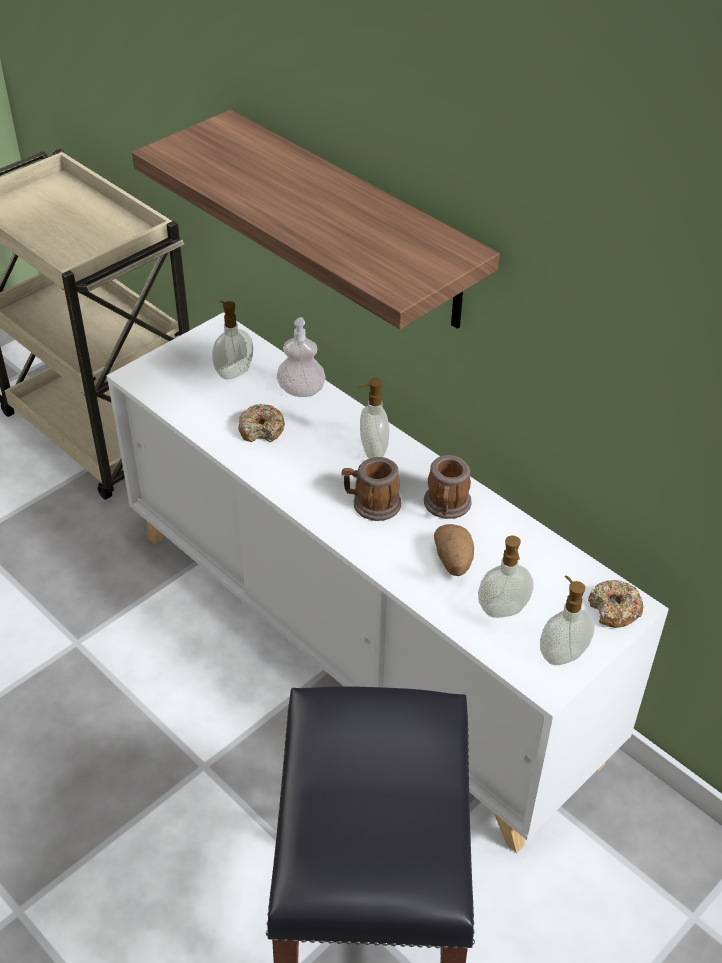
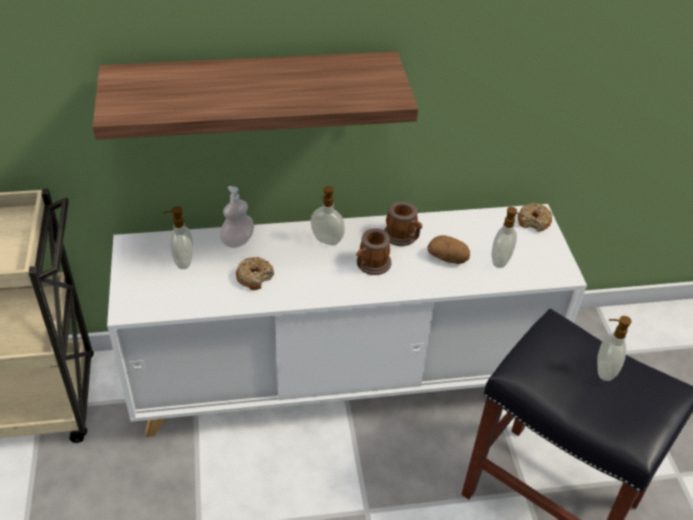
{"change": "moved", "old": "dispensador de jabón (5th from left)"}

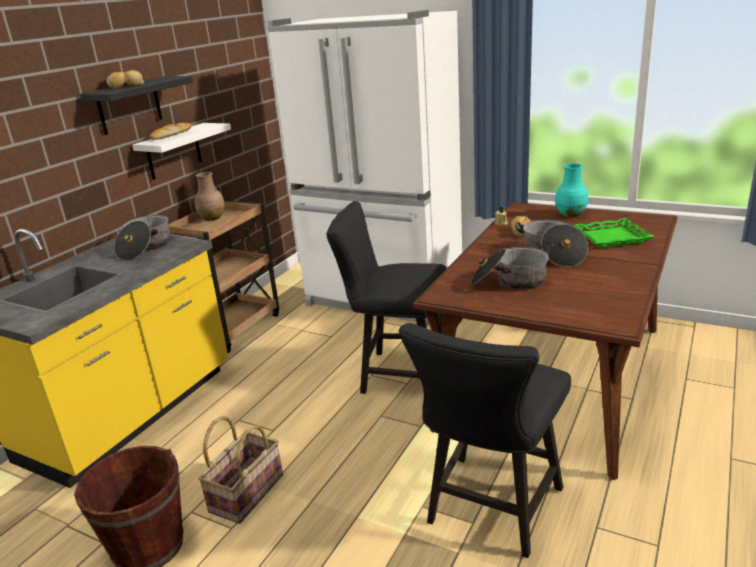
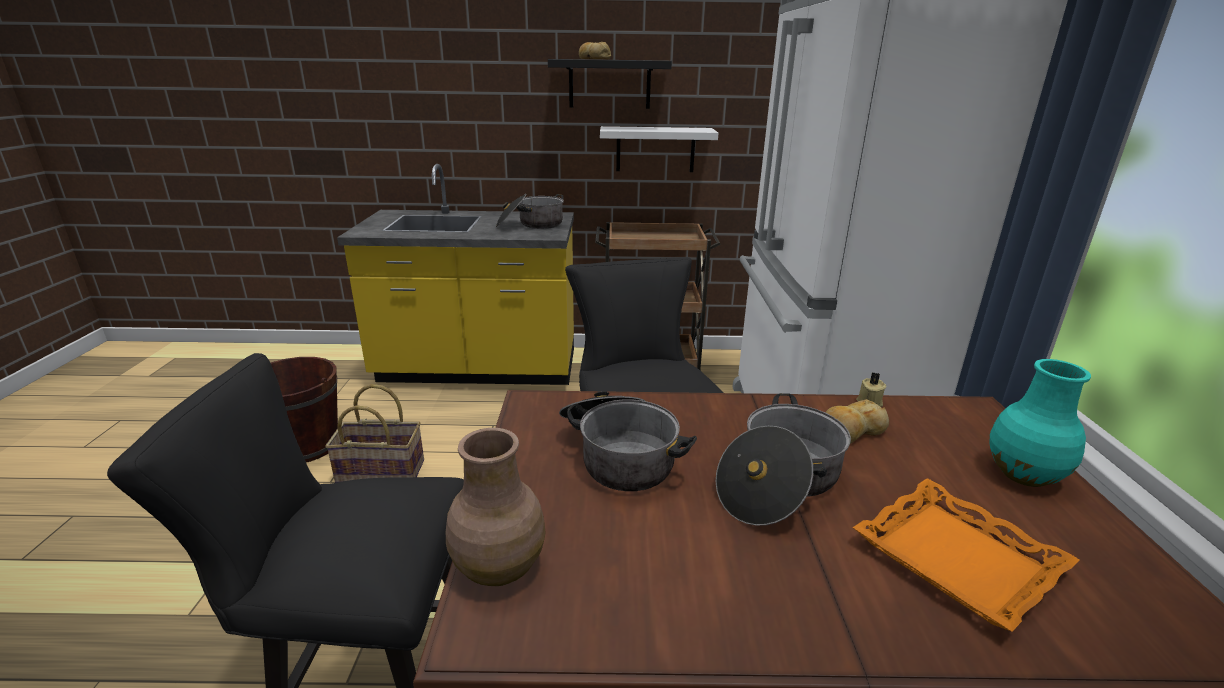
{"change": "moved", "old": "florero (marrón)"}
{"change": "recoloured", "old": "bandeja (verde)", "new": "bandeja (naranja)"}
{"change": "removed", "old": "pan (2nd from left)"}

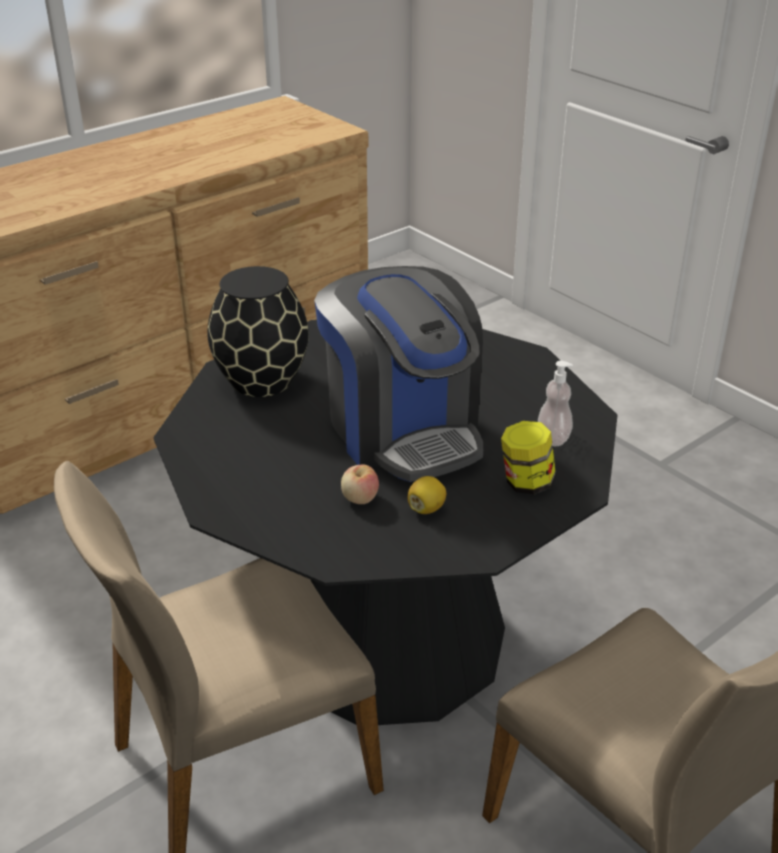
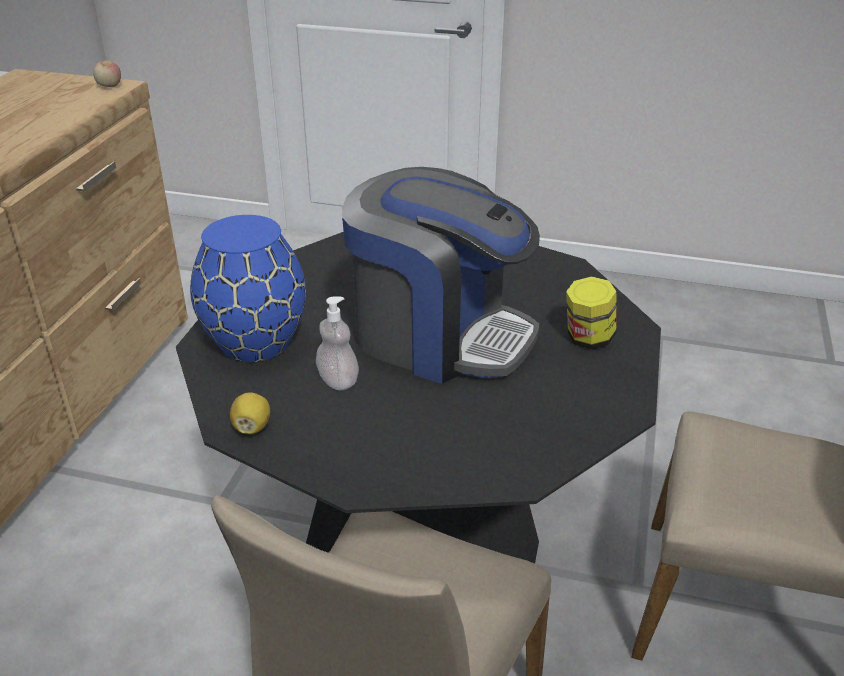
{"change": "moved", "old": "manzana"}
{"change": "recoloured", "old": "florero (negro)", "new": "florero (azul)"}
{"change": "moved", "old": "limón"}
{"change": "moved", "old": "dispensador de jabón"}

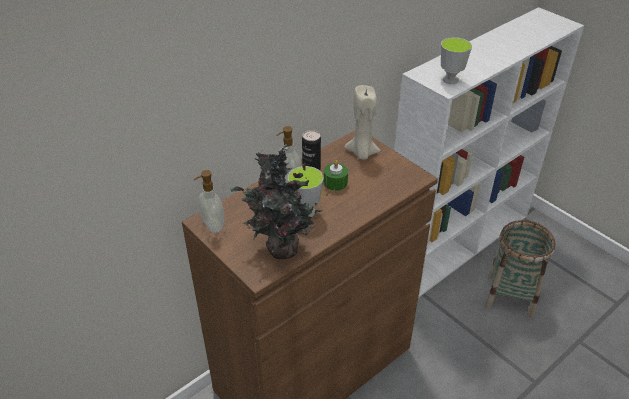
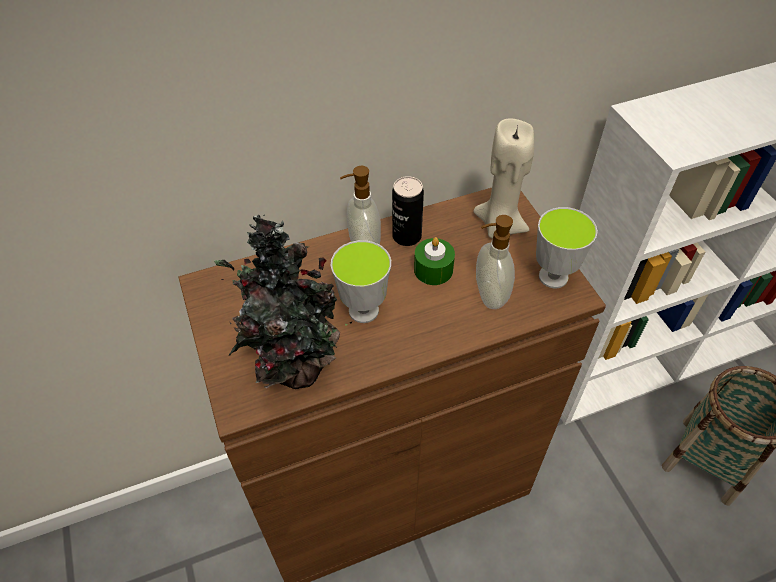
{"change": "moved", "old": "dispensador de jabón (1st from left in the first image)", "new": "dispensador de jabón (2nd from left)"}
{"change": "moved", "old": "taza (2nd from left)"}

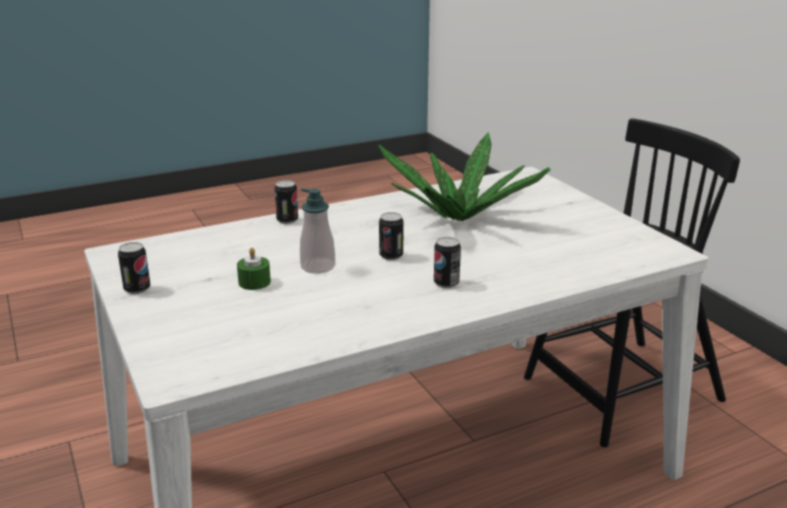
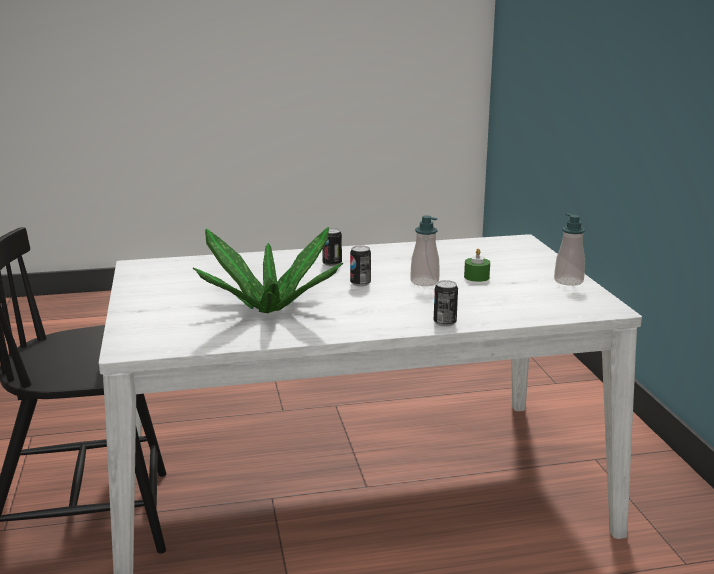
{"change": "replaced", "old": "lata (1st from left)", "new": "dispensador de jabón (2nd from left)"}

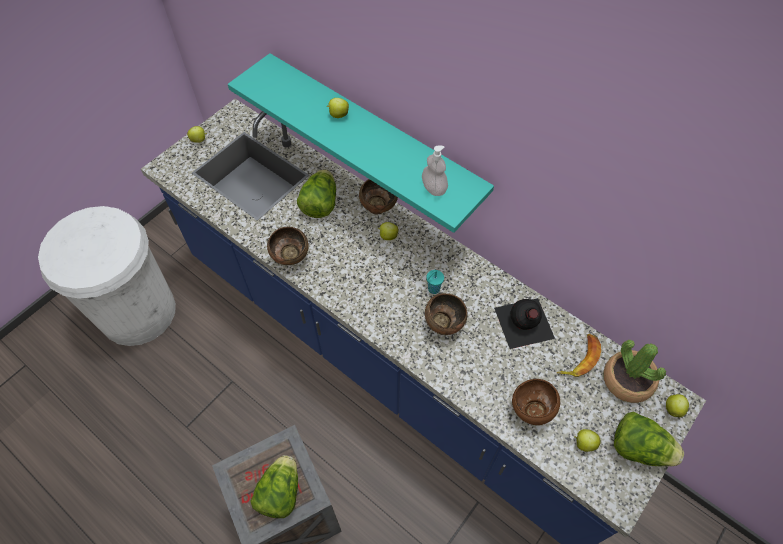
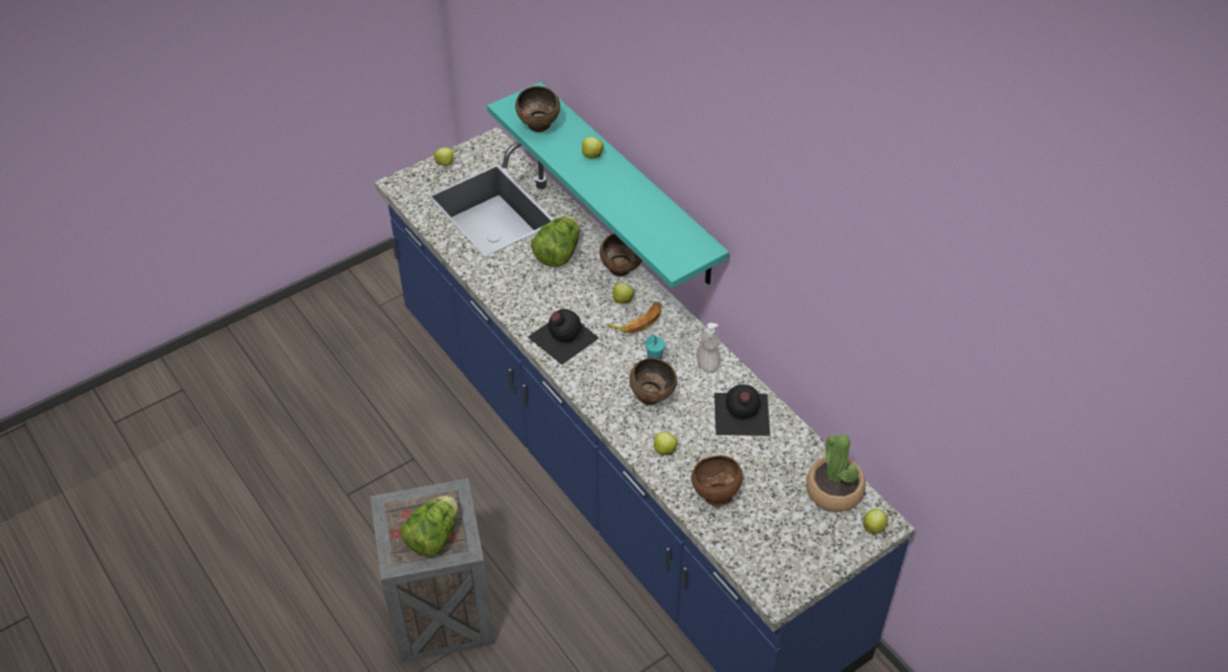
{"change": "moved", "old": "cuenco (marrón) (1st from left)"}
{"change": "added", "new": "botella (negro) (1st from left)"}
{"change": "moved", "old": "plátano"}
{"change": "moved", "old": "manzana (4th from left)"}
{"change": "moved", "old": "dispensador de jabón"}
{"change": "removed", "old": "papelera (blanco)"}
{"change": "removed", "old": "lechuga (3rd from left)"}

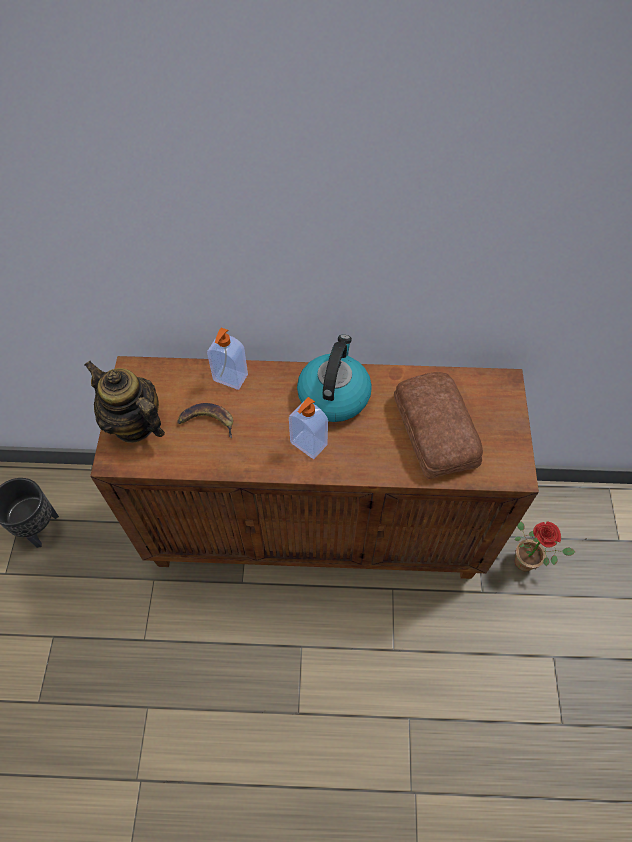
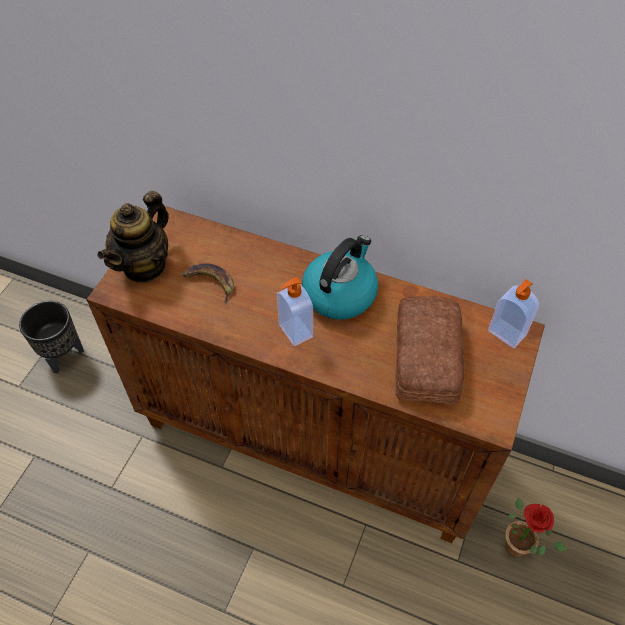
{"change": "turned", "old": "tetera", "degrees": -120}
{"change": "moved", "old": "dispensador de jabón (1st from left in the first image)", "new": "dispensador de jabón (2nd from left)"}

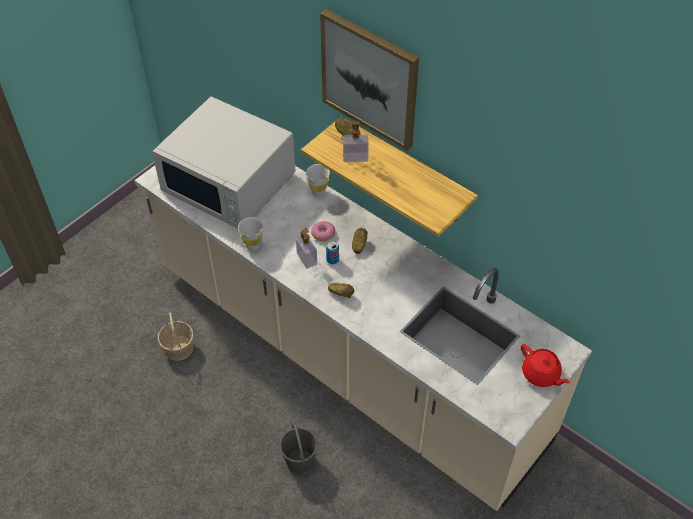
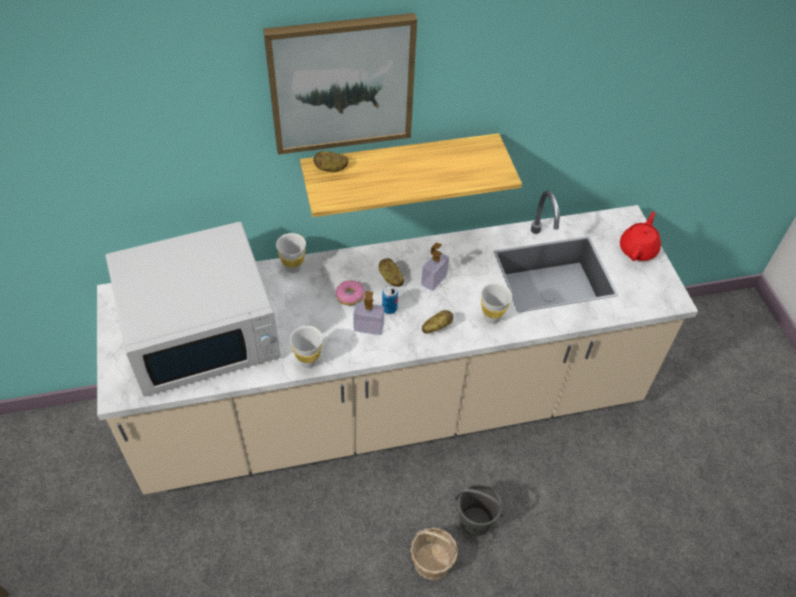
{"change": "moved", "old": "cesta"}
{"change": "moved", "old": "dispensador de jabón (2nd from left)"}
{"change": "added", "new": "taza (blanco) (3rd from left)"}
{"change": "turned", "old": "tetera (rojo)", "degrees": -60}

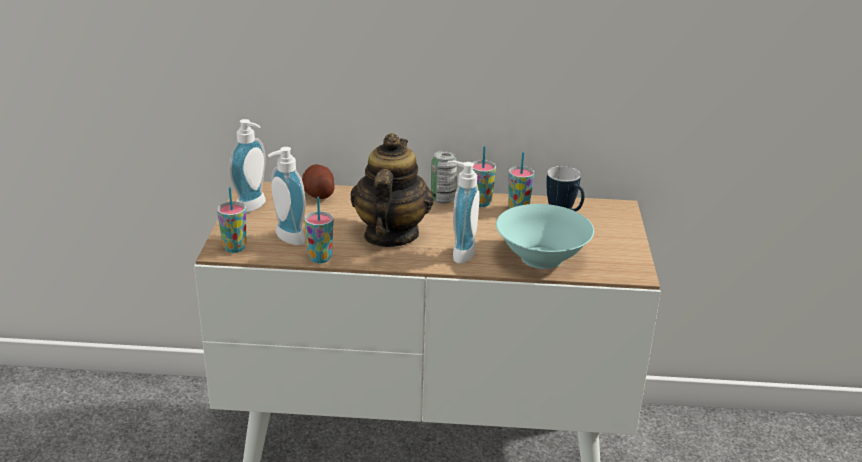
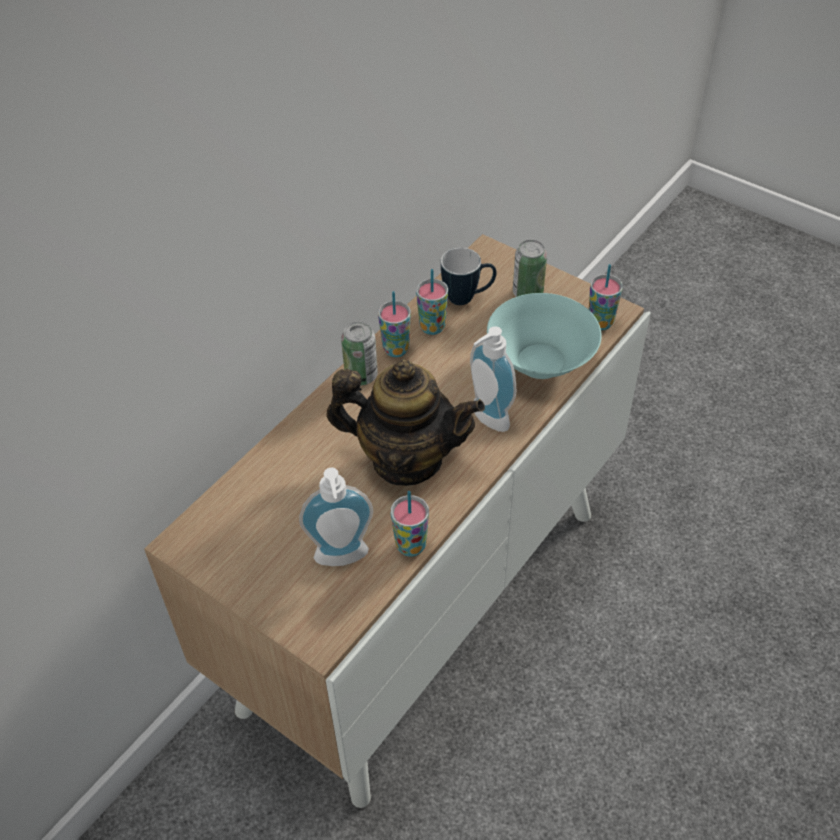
{"change": "turned", "old": "tetera", "degrees": 150}
{"change": "added", "new": "lata (2nd from left)"}
{"change": "moved", "old": "taza (1st from left in the first image)", "new": "taza (4th from left)"}
{"change": "removed", "old": "dispensador de jabón (1st from left)"}
{"change": "removed", "old": "patata"}

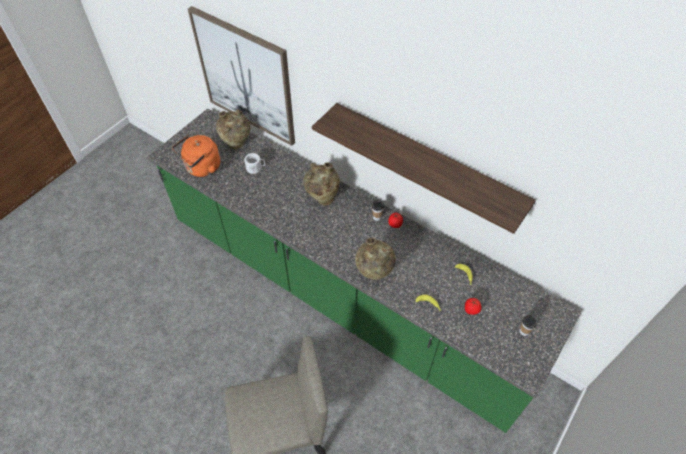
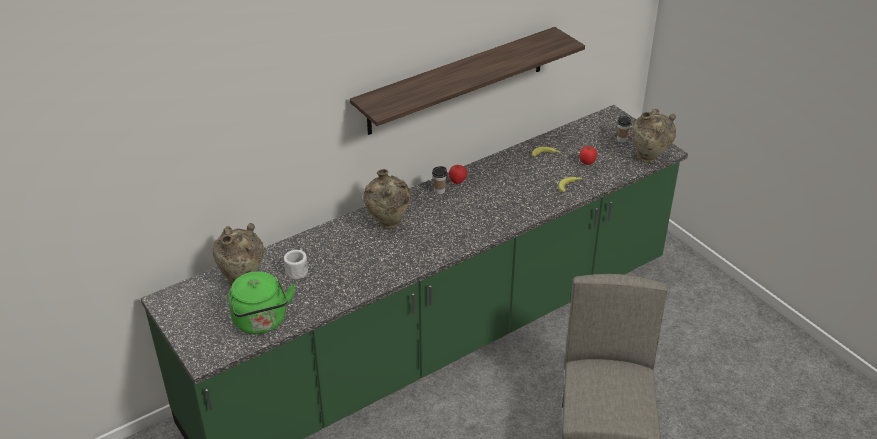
{"change": "recoloured", "old": "hervidor (naranja)", "new": "hervidor (verde)"}
{"change": "moved", "old": "florero (beis) (3rd from left)"}
{"change": "removed", "old": "cuadro"}

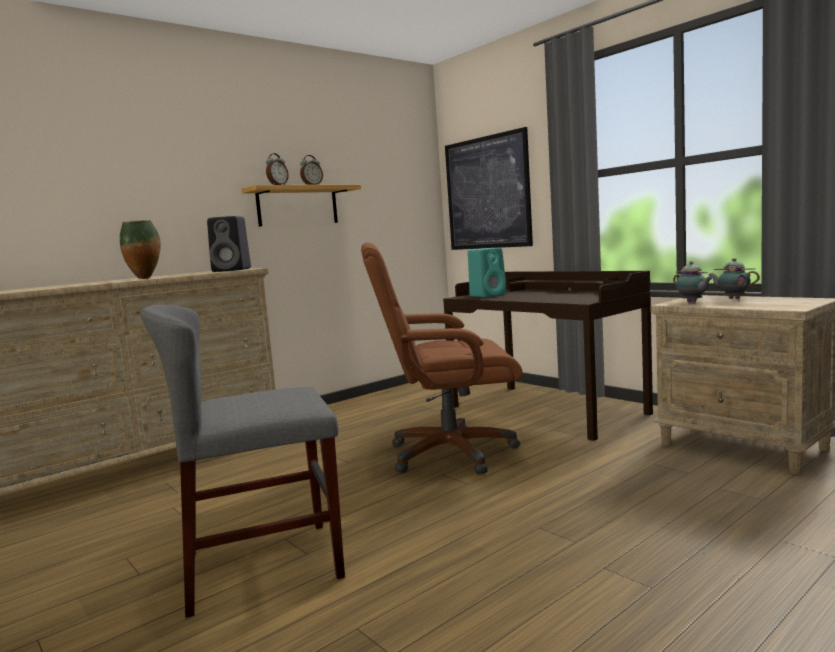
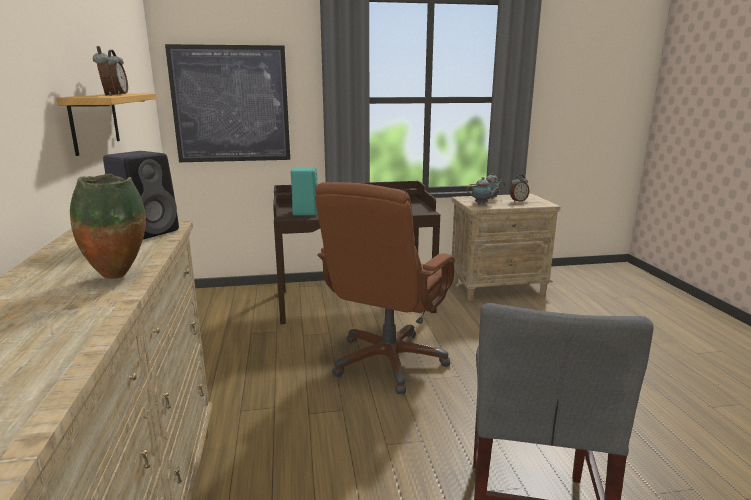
{"change": "added", "new": "despertador (3rd from left)"}

